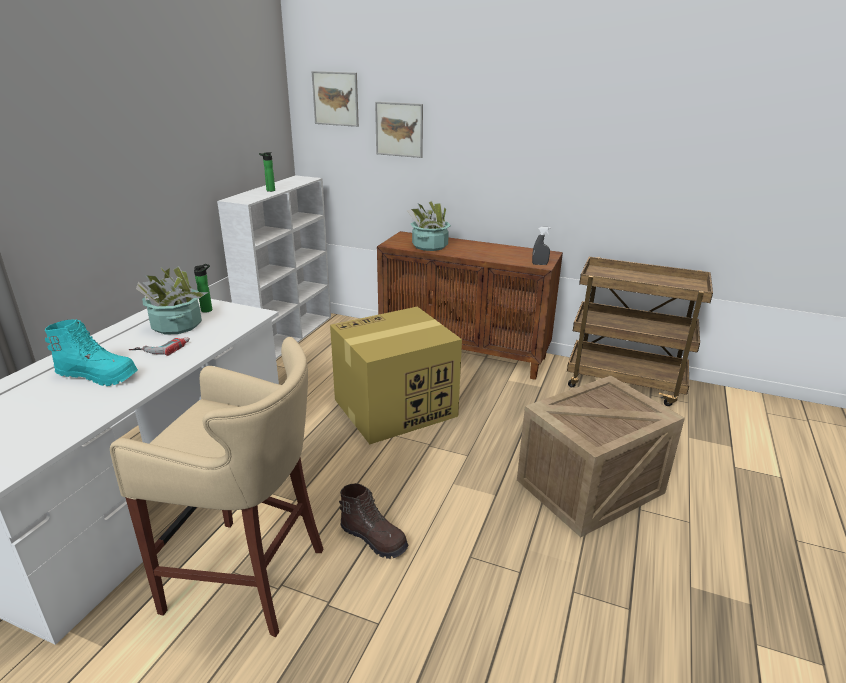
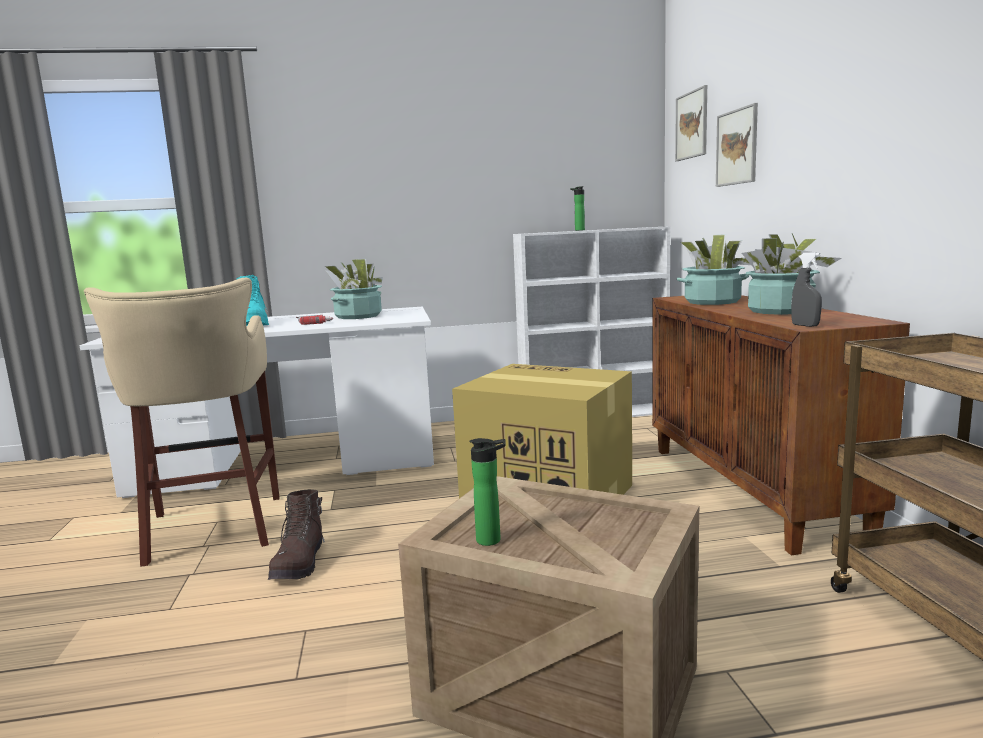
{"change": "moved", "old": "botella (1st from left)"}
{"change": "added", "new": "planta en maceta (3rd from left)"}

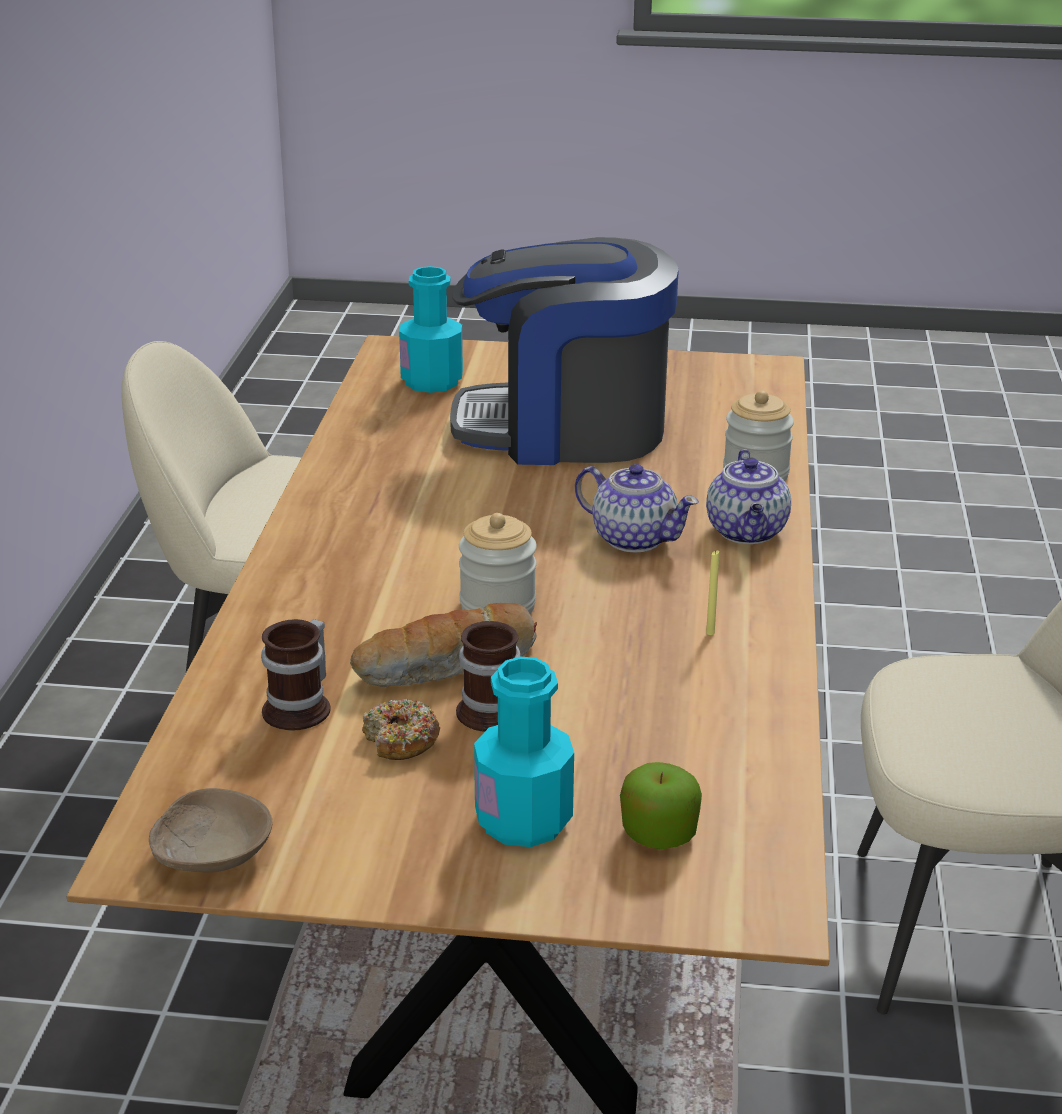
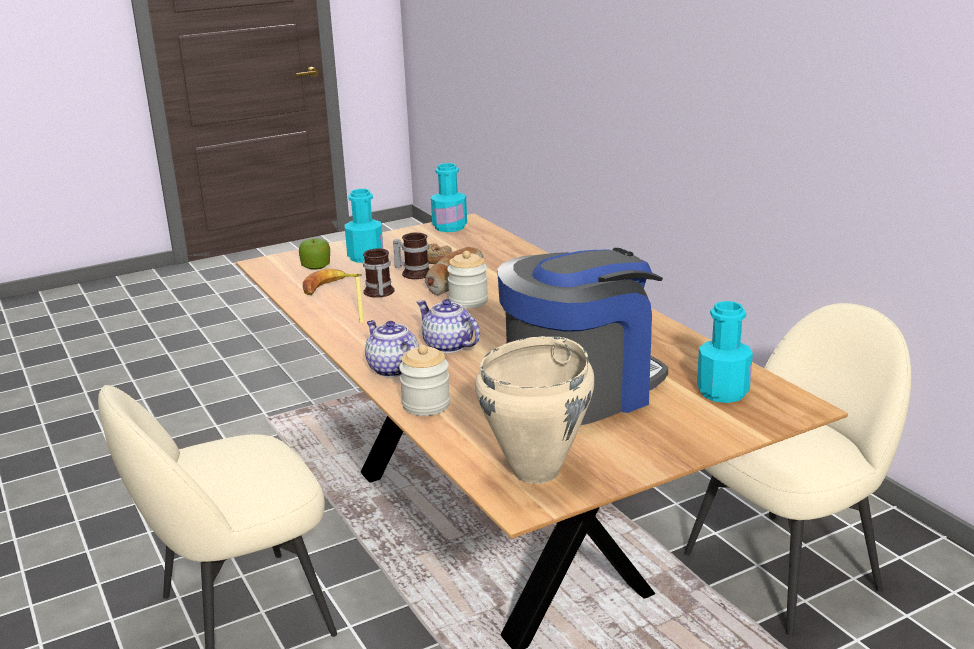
{"change": "added", "new": "plátano"}
{"change": "moved", "old": "taza grande (1st from left)"}
{"change": "turned", "old": "tetera (1st from left in the first image)", "degrees": 45}
{"change": "replaced", "old": "cuenco (beis)", "new": "botella (turquesa) (2nd from left)"}
{"change": "added", "new": "olla (beis)"}

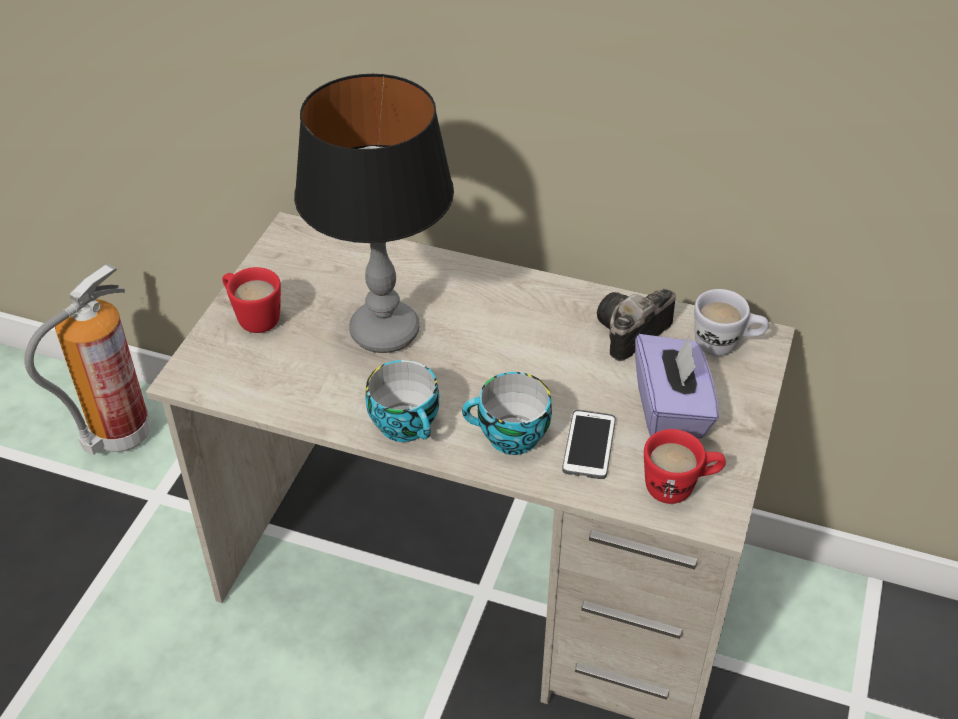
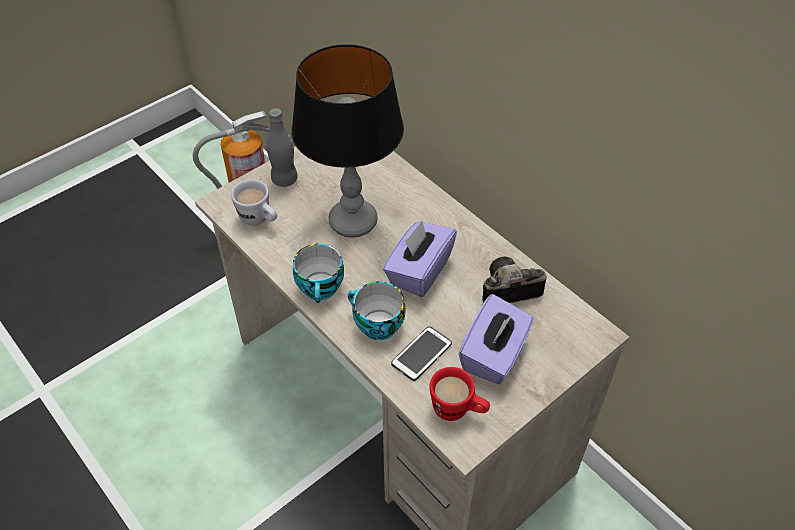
{"change": "moved", "old": "taza grande (blanco)"}
{"change": "replaced", "old": "taza grande (rojo) (1st from left)", "new": "botella (gris)"}
{"change": "added", "new": "caja de pañuelos (morado) (1st from left)"}

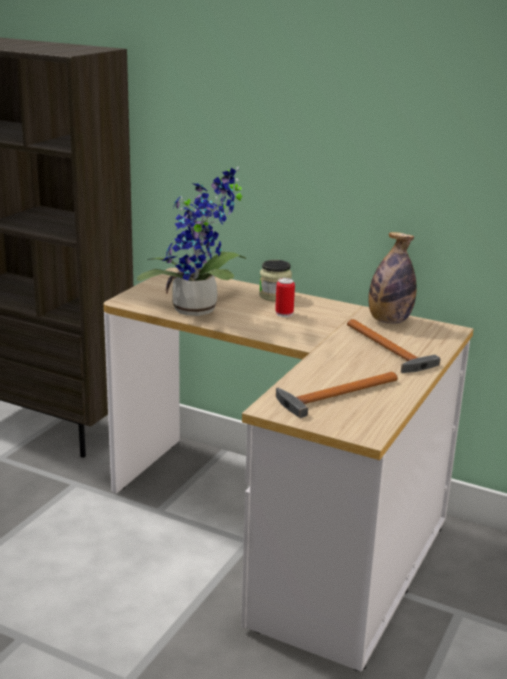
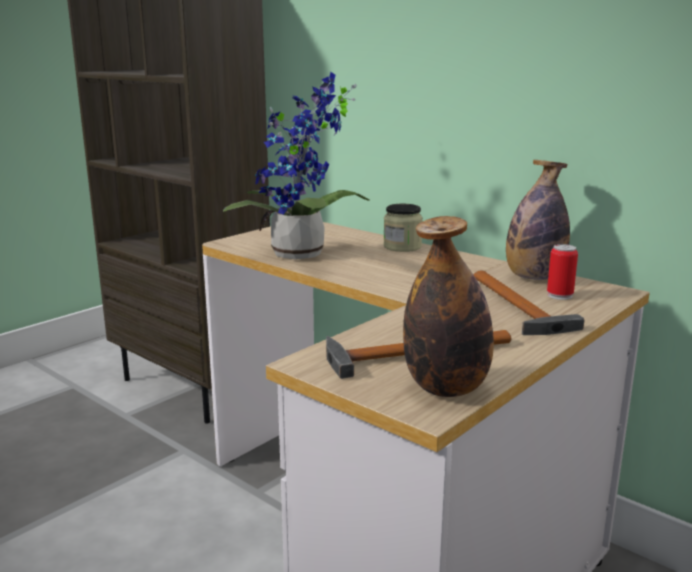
{"change": "added", "new": "botella (1st from left)"}
{"change": "moved", "old": "lata"}

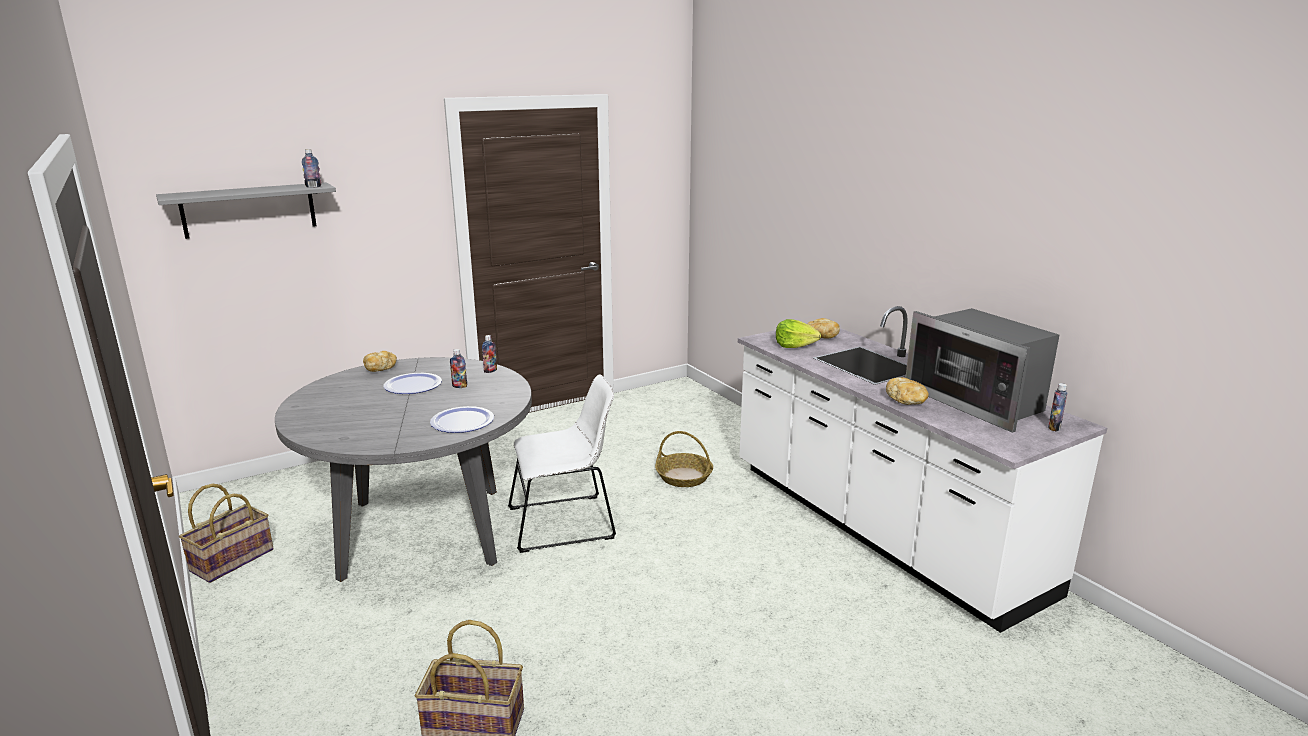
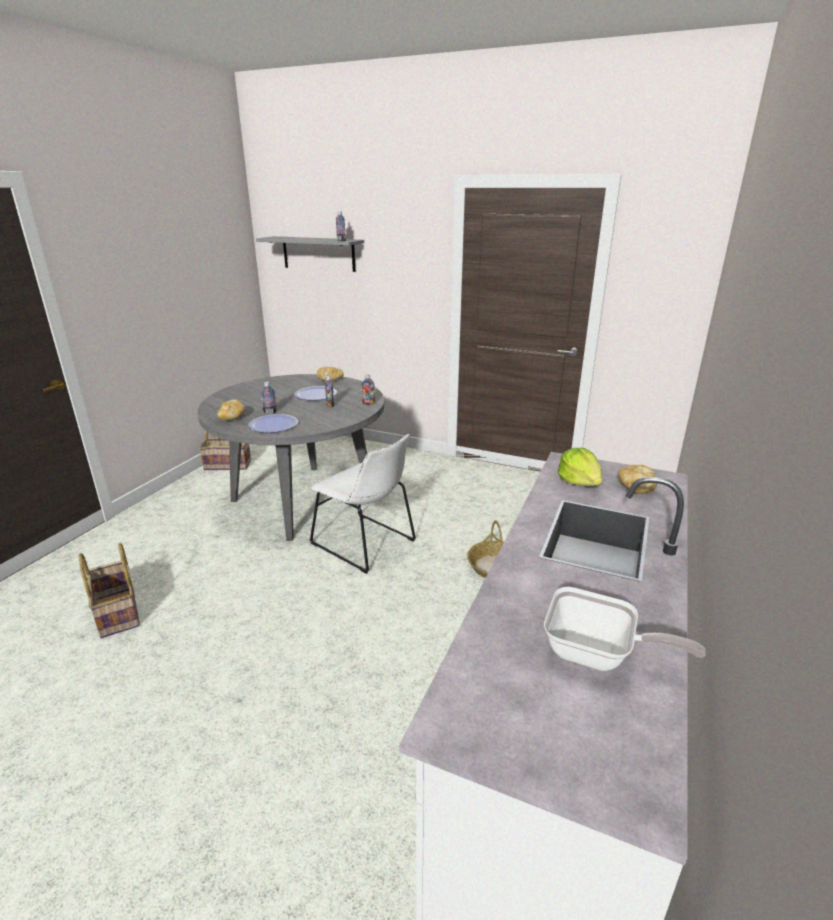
{"change": "moved", "old": "pan (3rd from left in the first image)", "new": "pan (1st from left)"}
{"change": "moved", "old": "botella (4th from left in the first image)", "new": "botella (1st from left)"}
{"change": "replaced", "old": "microondas", "new": "sartén"}

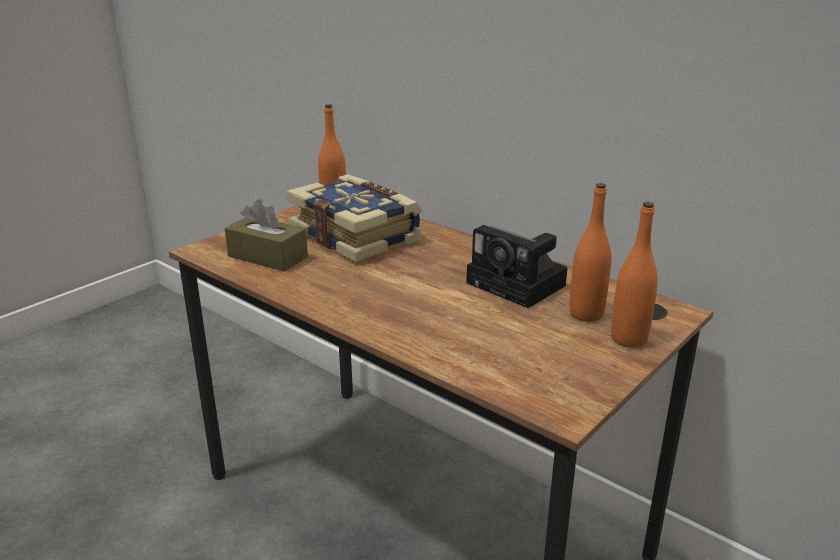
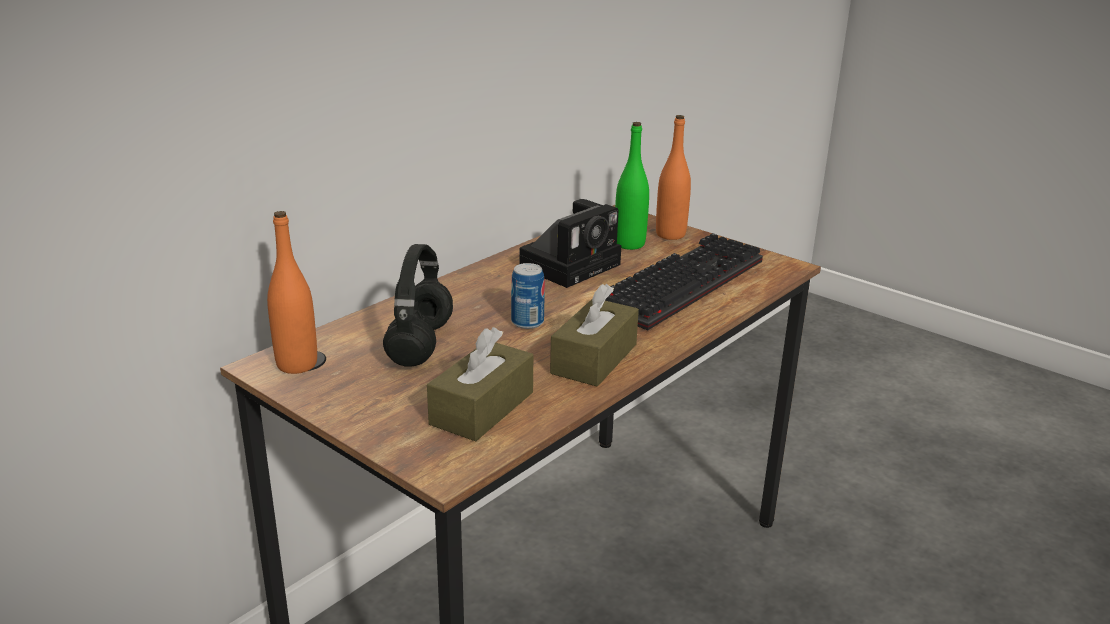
{"change": "replaced", "old": "libro", "new": "auriculares (negro)"}
{"change": "added", "new": "lata"}
{"change": "added", "new": "caja de pañuelos (marrón) (2nd from left)"}
{"change": "added", "new": "teclado"}
{"change": "recoloured", "old": "botella (naranja) (2nd from left)", "new": "botella (verde)"}

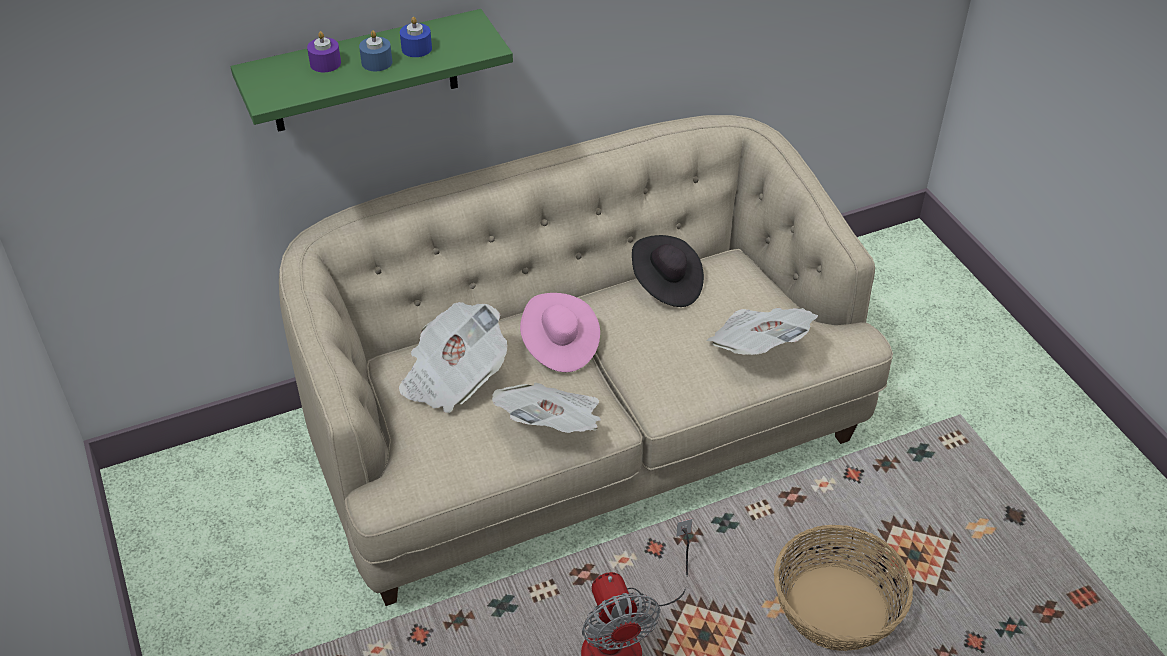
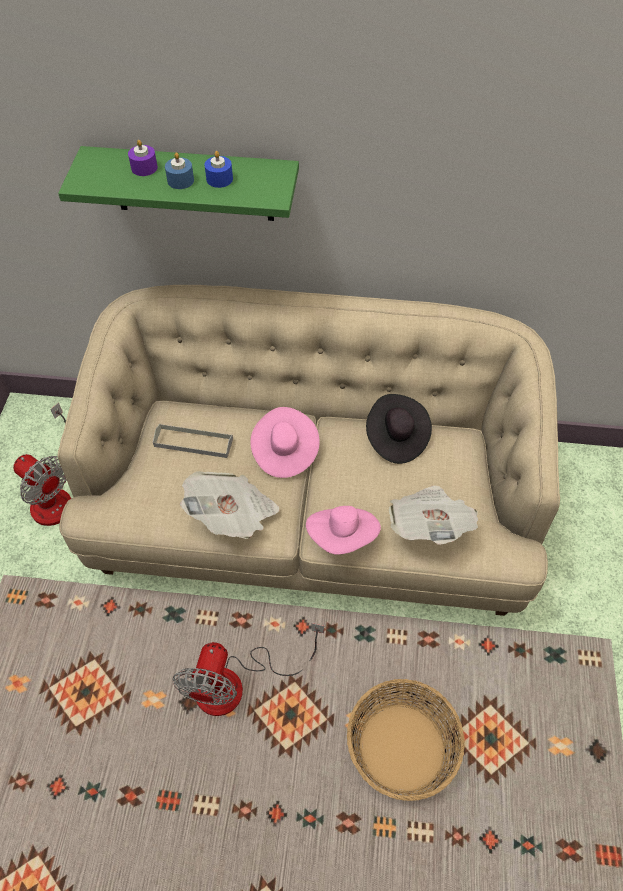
{"change": "added", "new": "ventilador (1st from left)"}
{"change": "replaced", "old": "periódico (1st from left)", "new": "bandeja (gris)"}
{"change": "added", "new": "sombrero (rosa) (2nd from left)"}

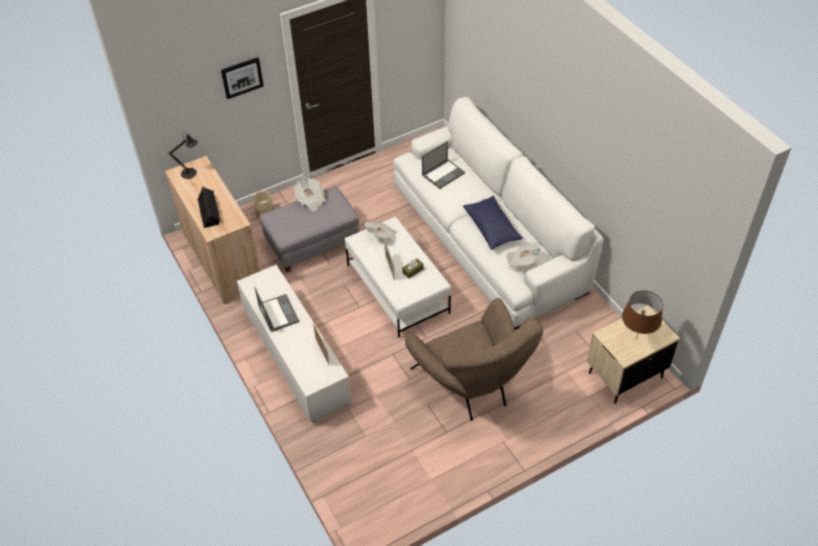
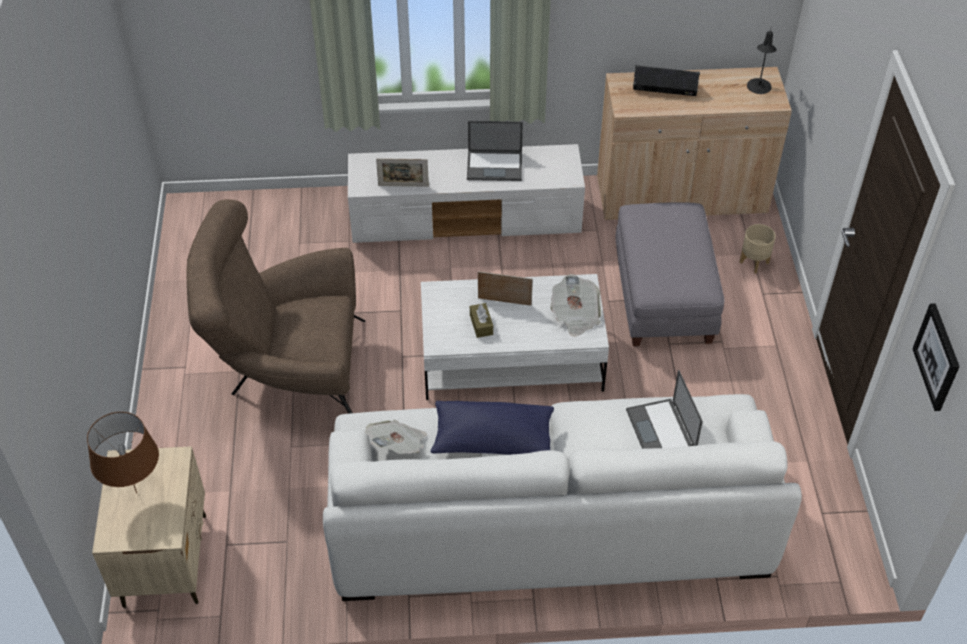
{"change": "moved", "old": "cuadro"}
{"change": "removed", "old": "periódico (1st from left)"}

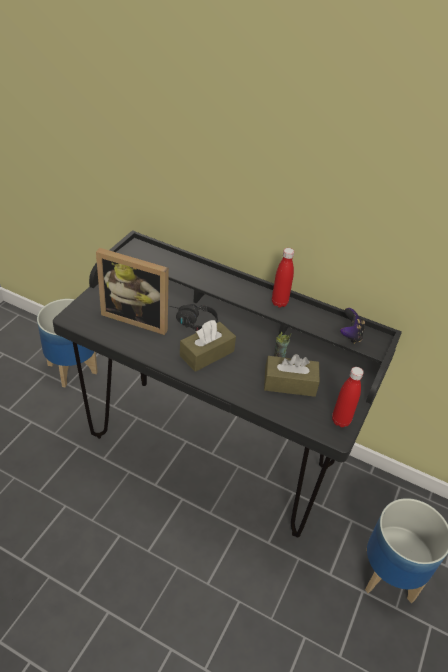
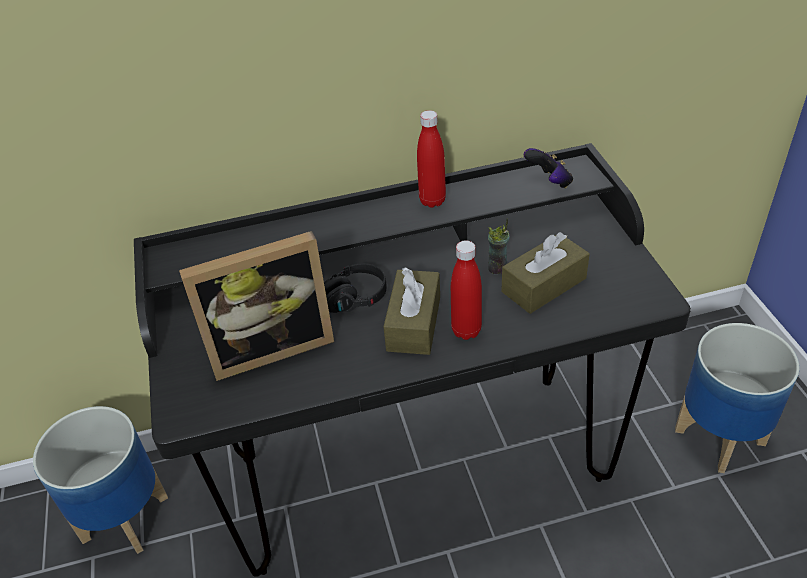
{"change": "moved", "old": "botella (rojo) (2nd from left)"}

